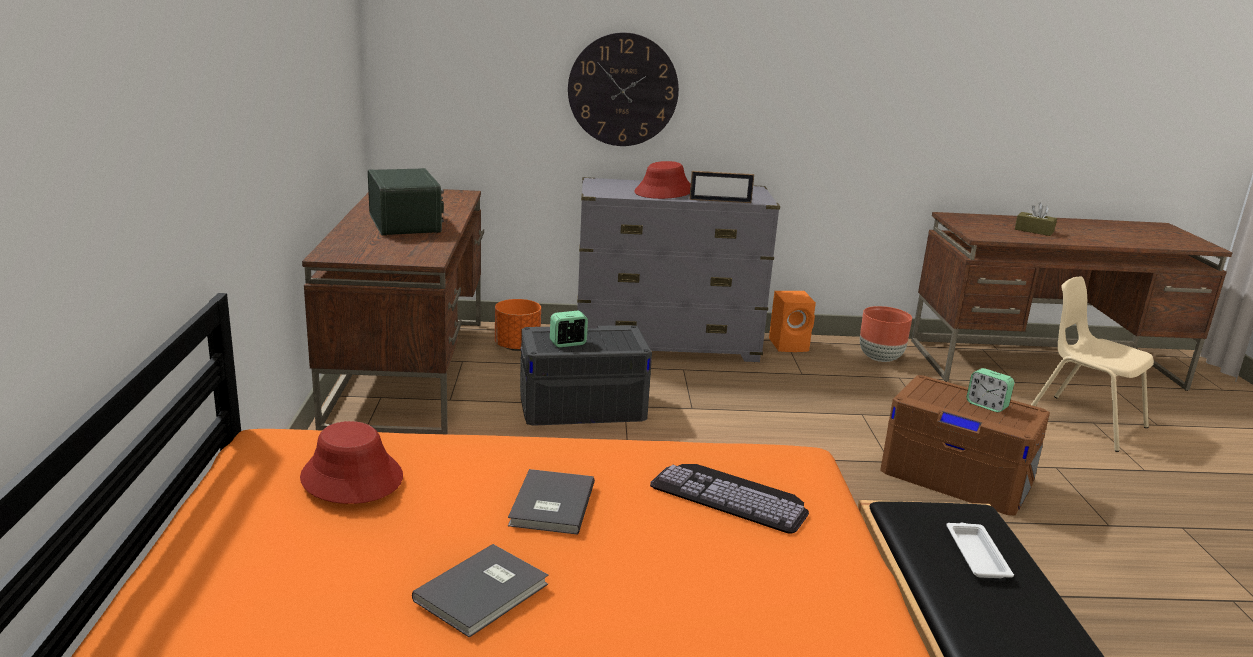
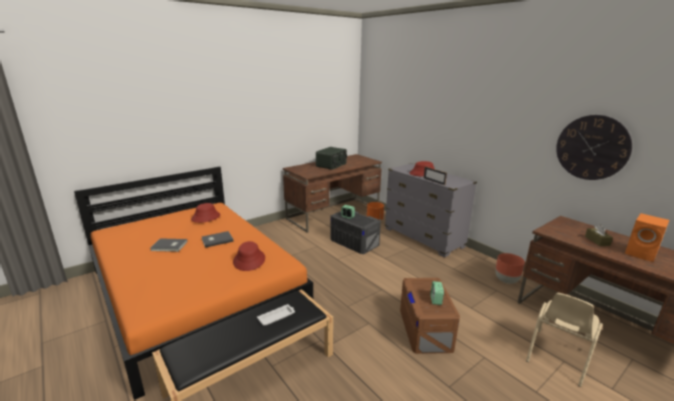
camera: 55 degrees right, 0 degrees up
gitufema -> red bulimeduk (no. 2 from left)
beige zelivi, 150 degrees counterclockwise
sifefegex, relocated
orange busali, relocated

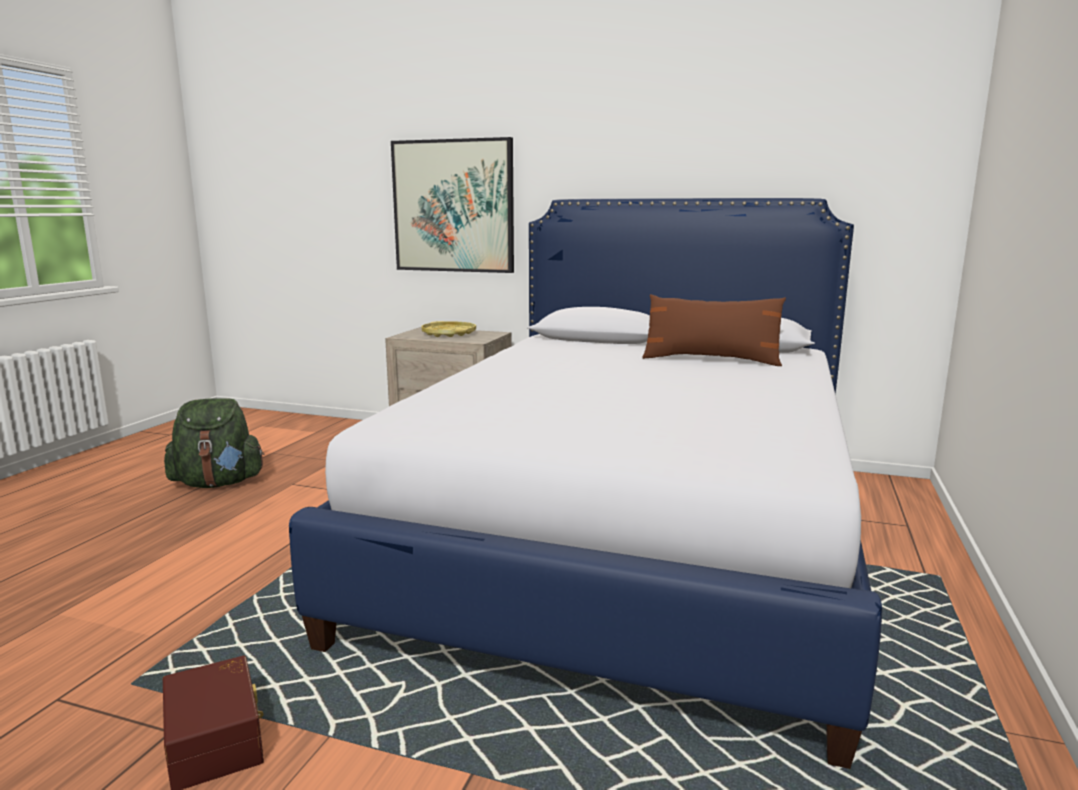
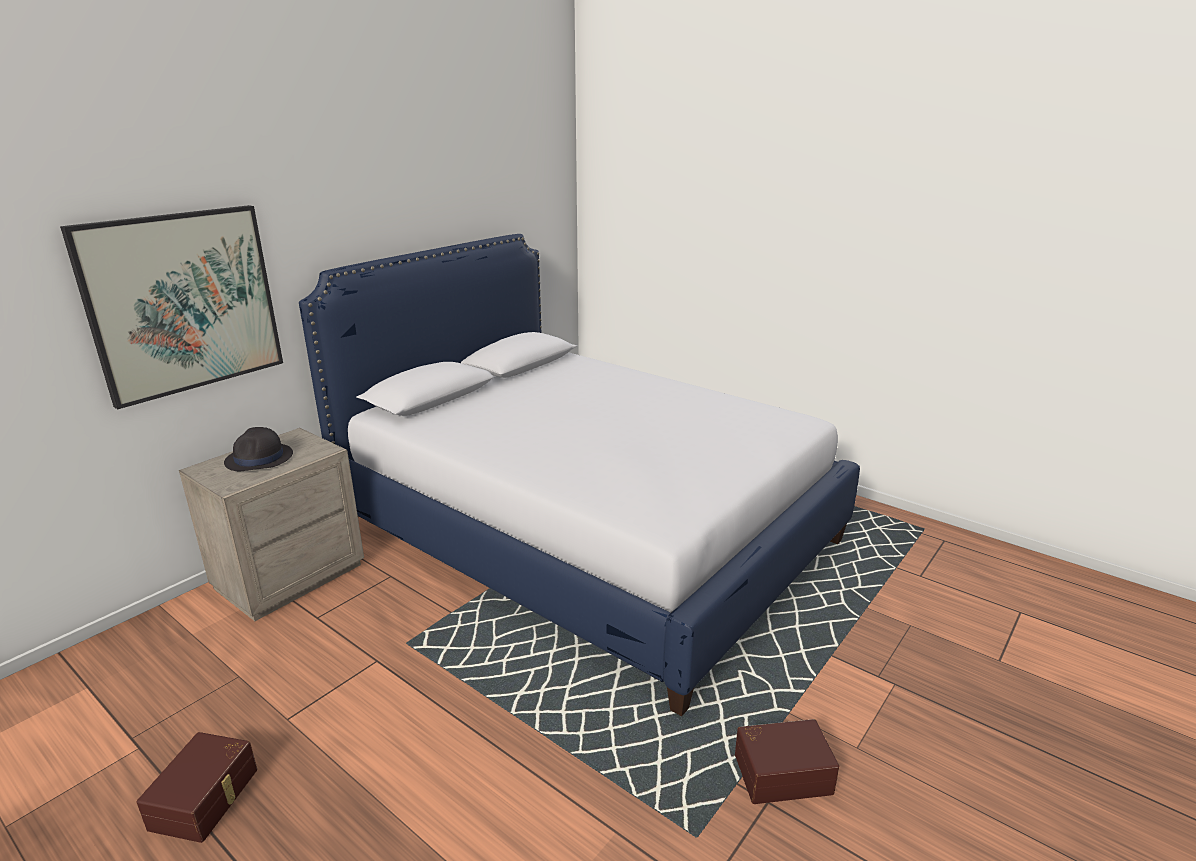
camera: 70 degrees left, 10 degrees up
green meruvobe -> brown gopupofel (no. 1 from left)
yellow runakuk -> black bulimeduk
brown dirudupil -> none

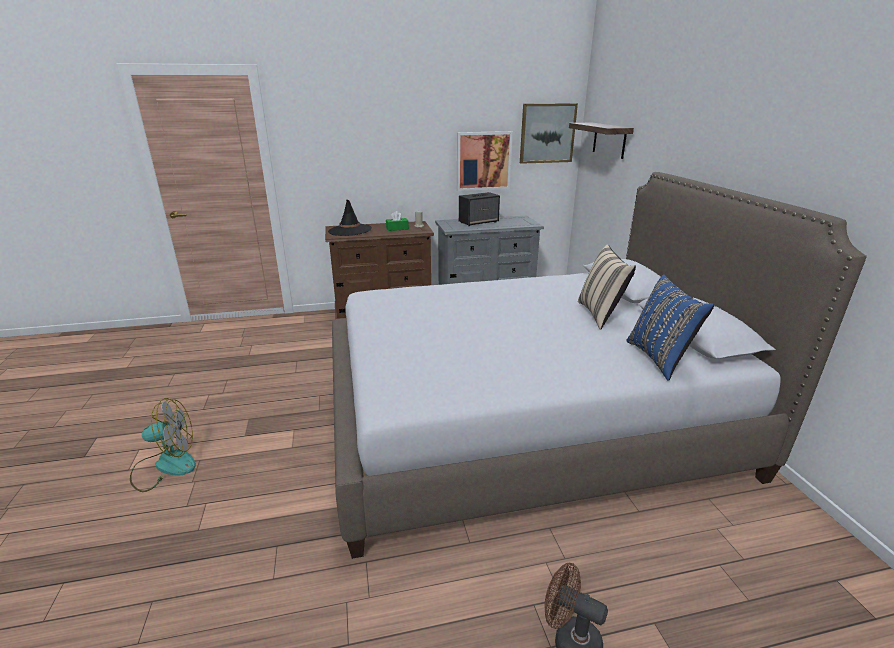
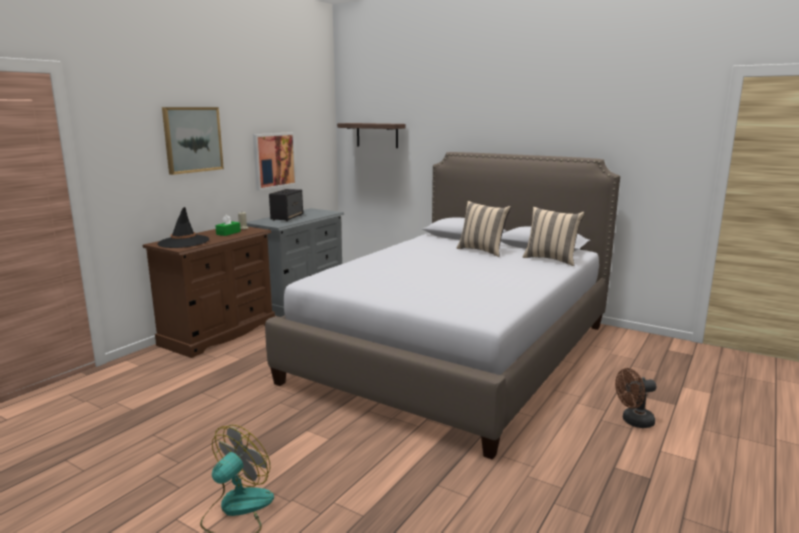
camera: 45 degrees left, 10 degrees down
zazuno (no. 2 from left in the first image) -> zazuno (no. 1 from left), relocated
blue dirudupil -> beige dirudupil (no. 2 from left)

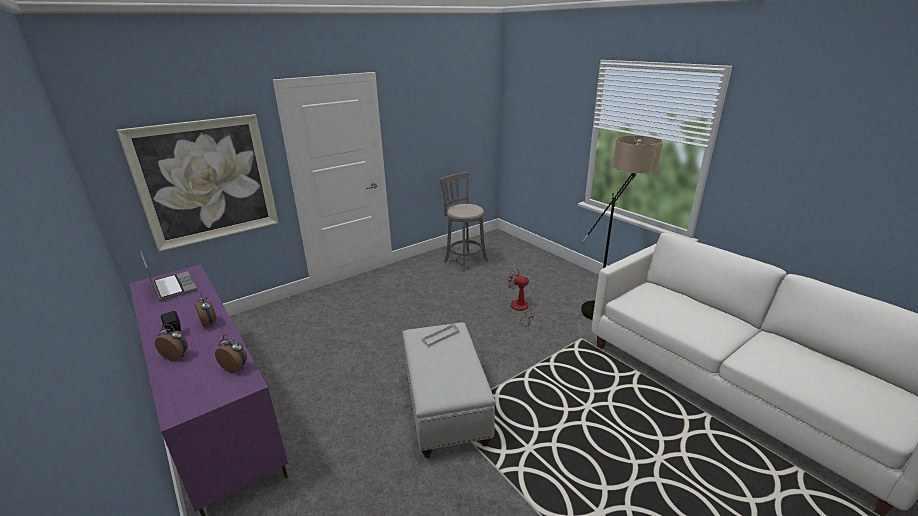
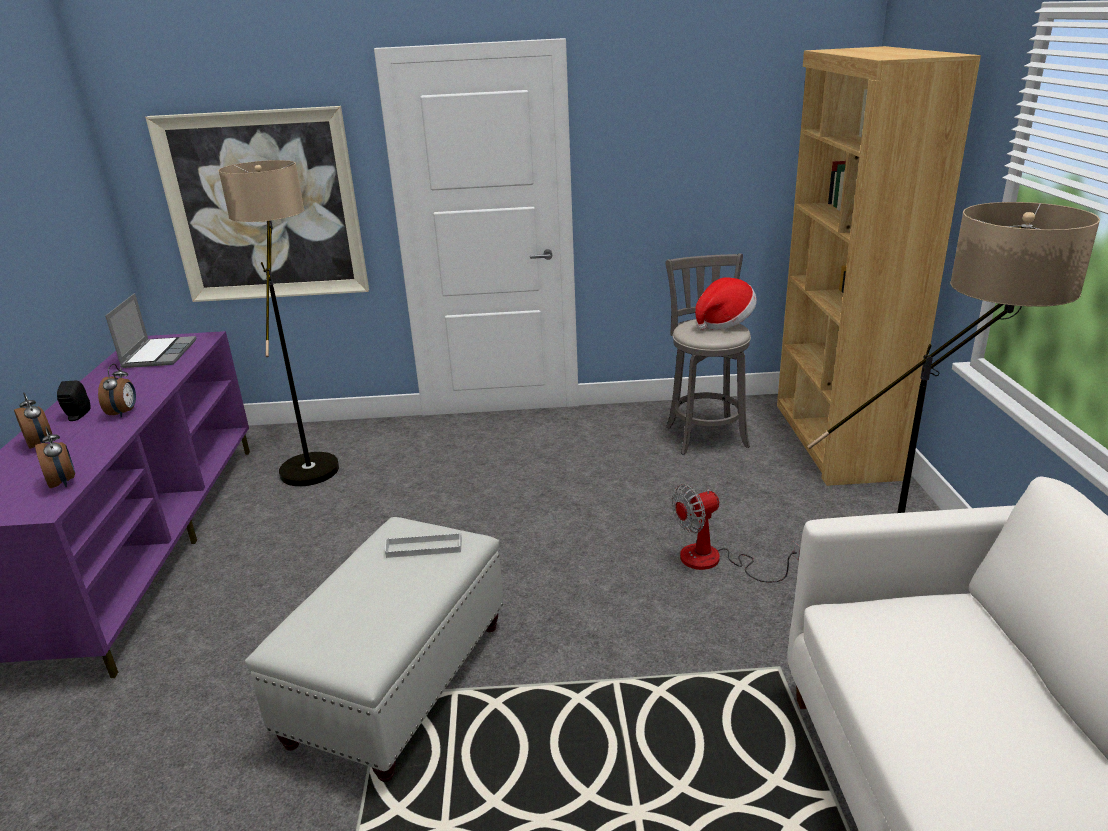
camera: 35 degrees right, 0 degrees up
none -> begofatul (no. 1 from left)
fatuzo, 90 degrees counterclockwise
none -> bulimeduk
none -> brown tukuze

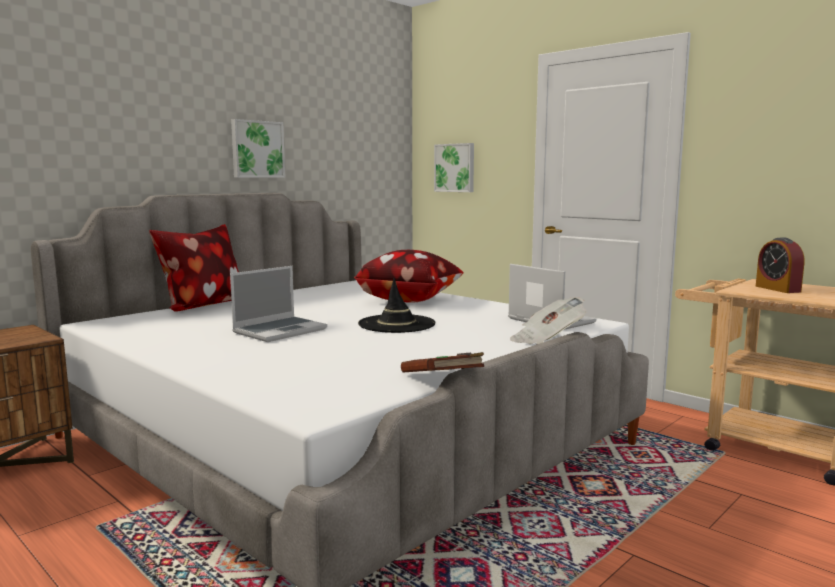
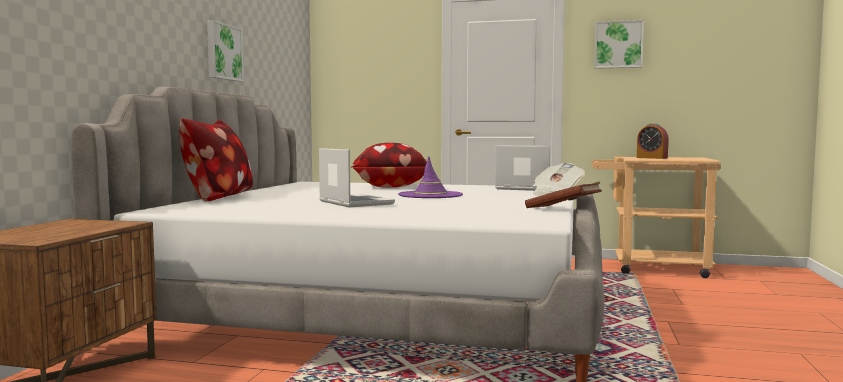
camera: 30 degrees left, 5 degrees down
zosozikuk (no. 1 from left), 45 degrees counterclockwise
black bulimeduk -> purple bulimeduk
zazuno (no. 2 from left), relocated

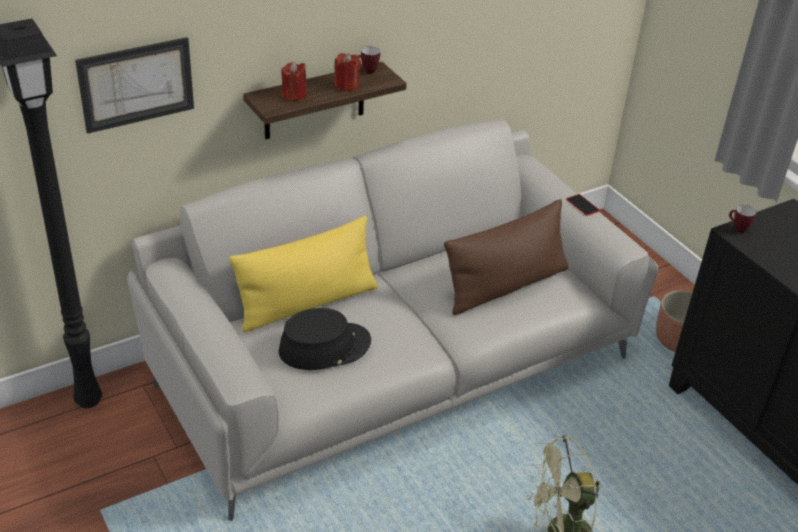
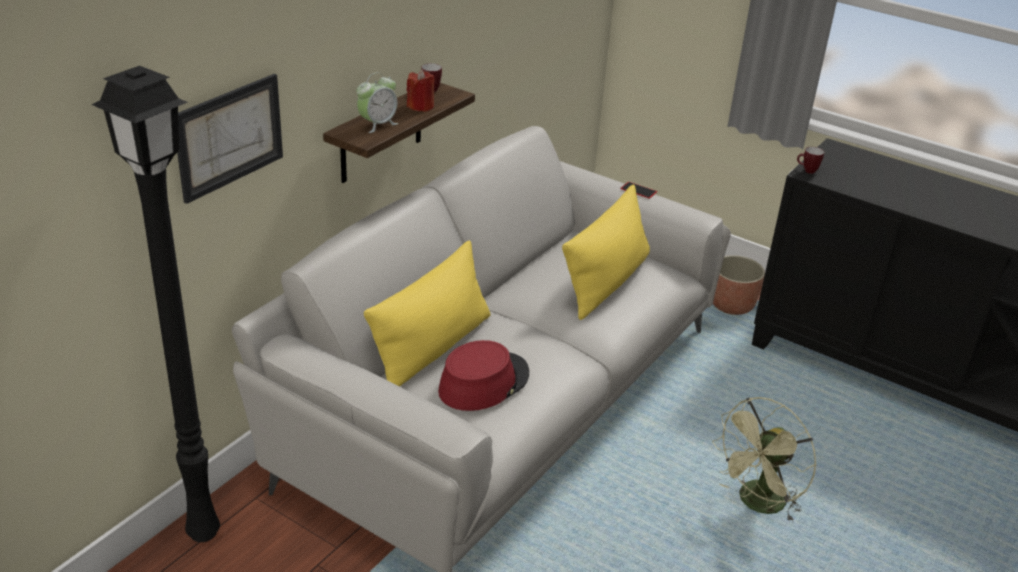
camera: 25 degrees left, 5 degrees down
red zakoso (no. 1 from left) -> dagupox
black bulimeduk -> red bulimeduk
brown dirudupil -> yellow dirudupil (no. 2 from left)

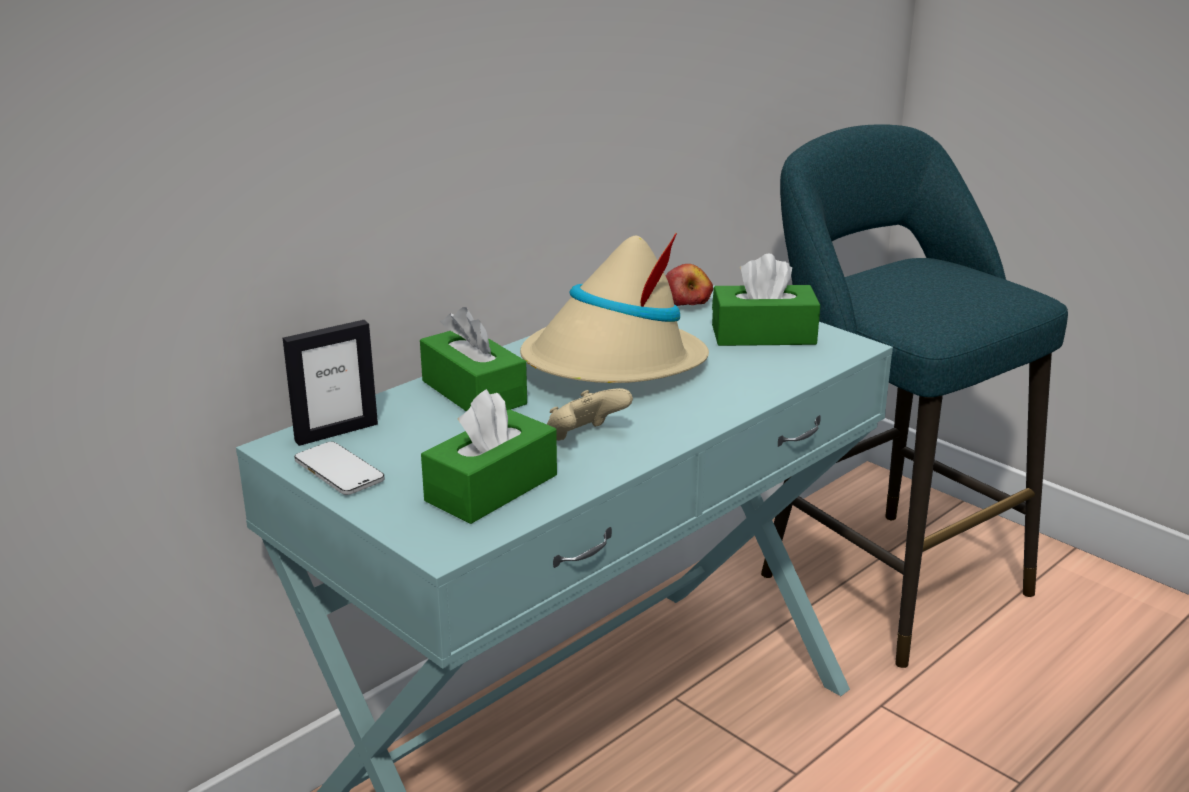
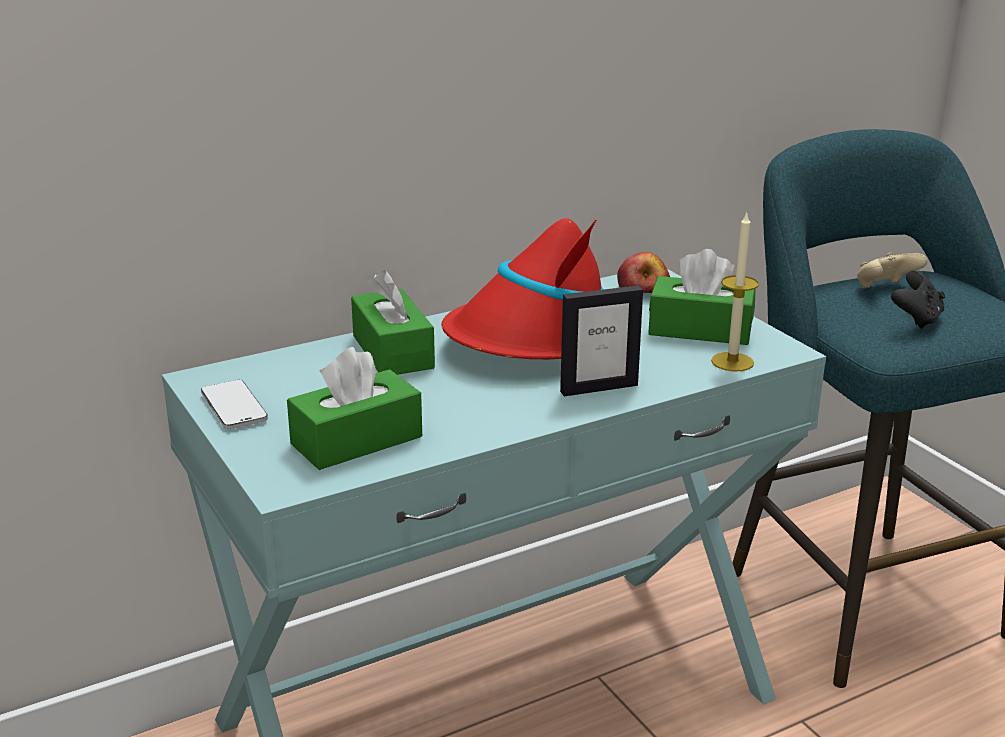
camera: 15 degrees right, 0 degrees up
beige bulimeduk -> red bulimeduk
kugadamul, relocated
none -> zakoso
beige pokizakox, relocated
none -> black pokizakox

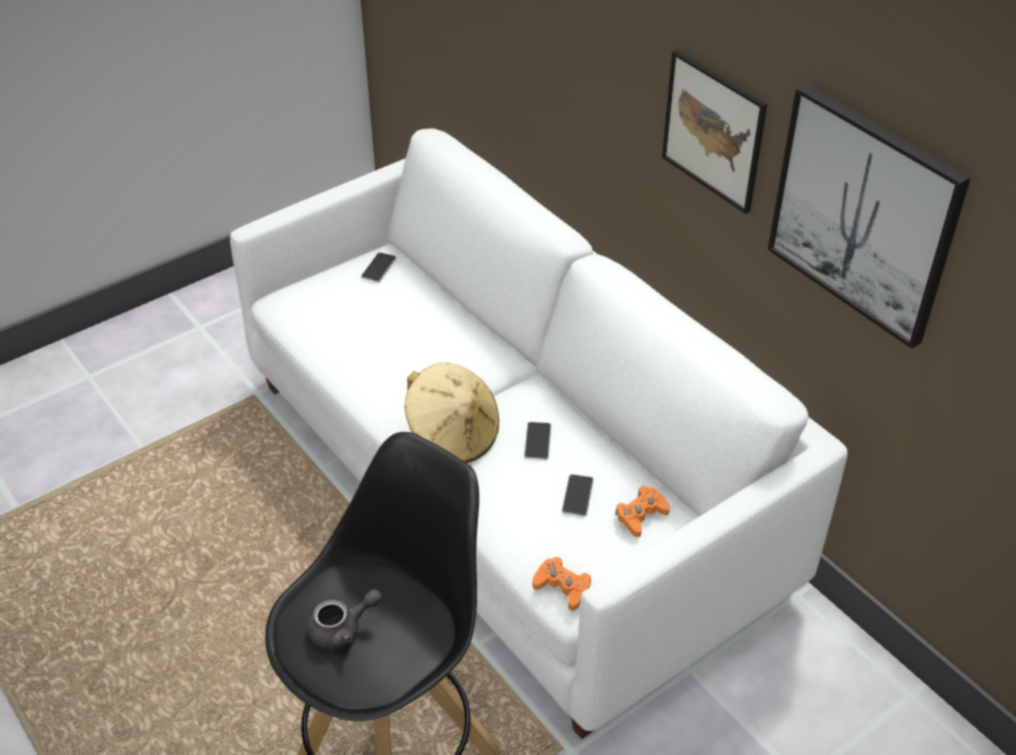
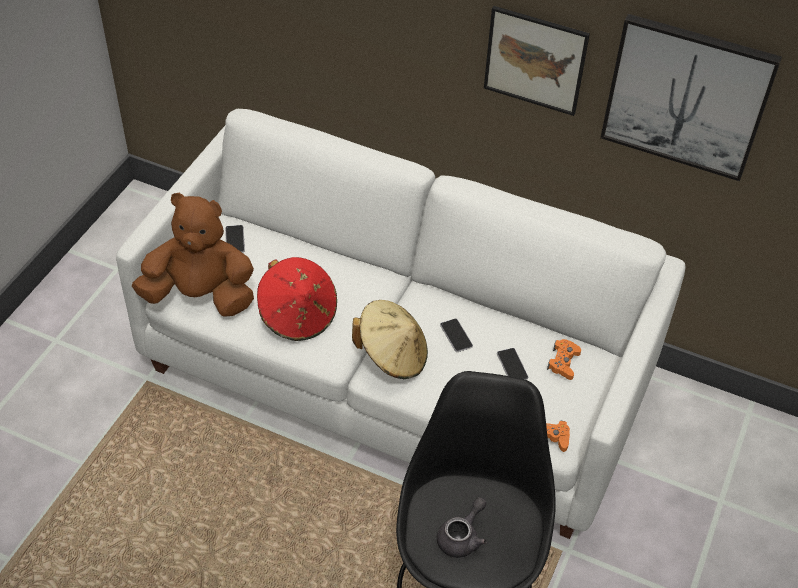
camera: 30 degrees left, 5 degrees up
none -> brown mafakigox
none -> red bulimeduk

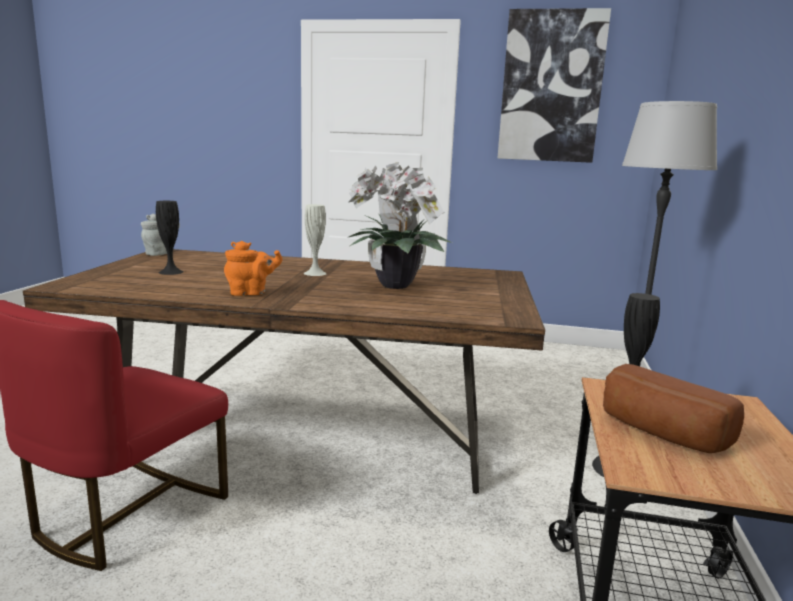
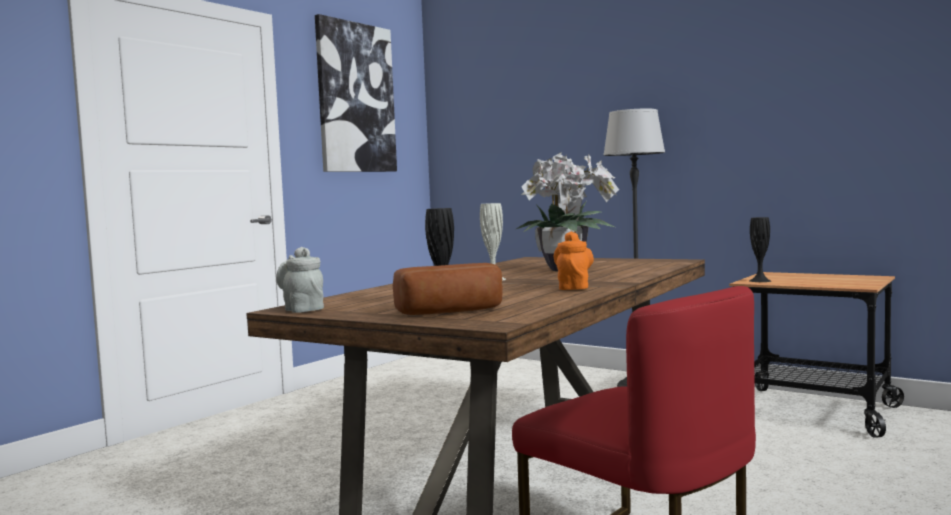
camera: 65 degrees left, 10 degrees down
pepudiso, relocated

